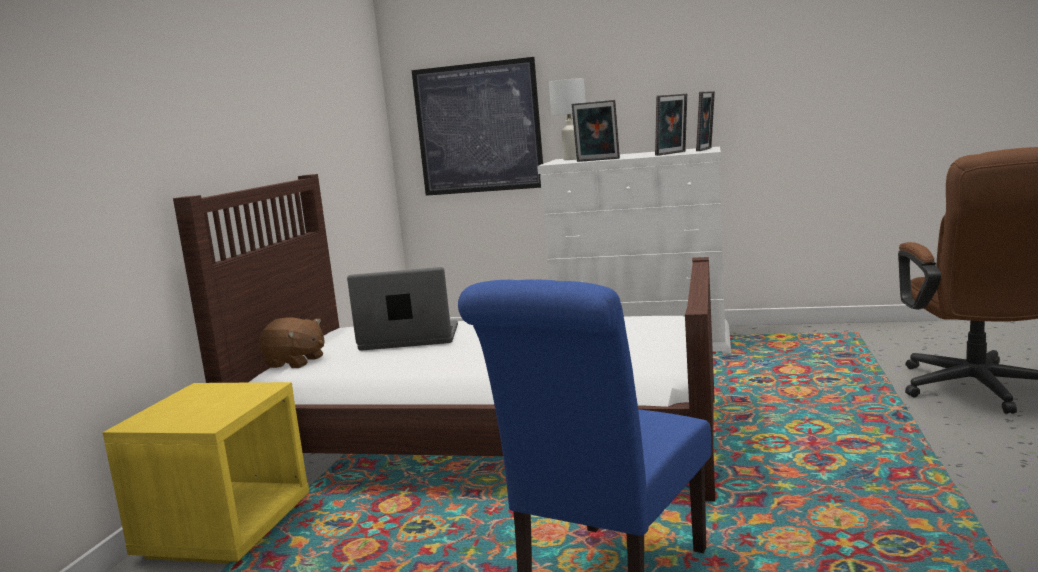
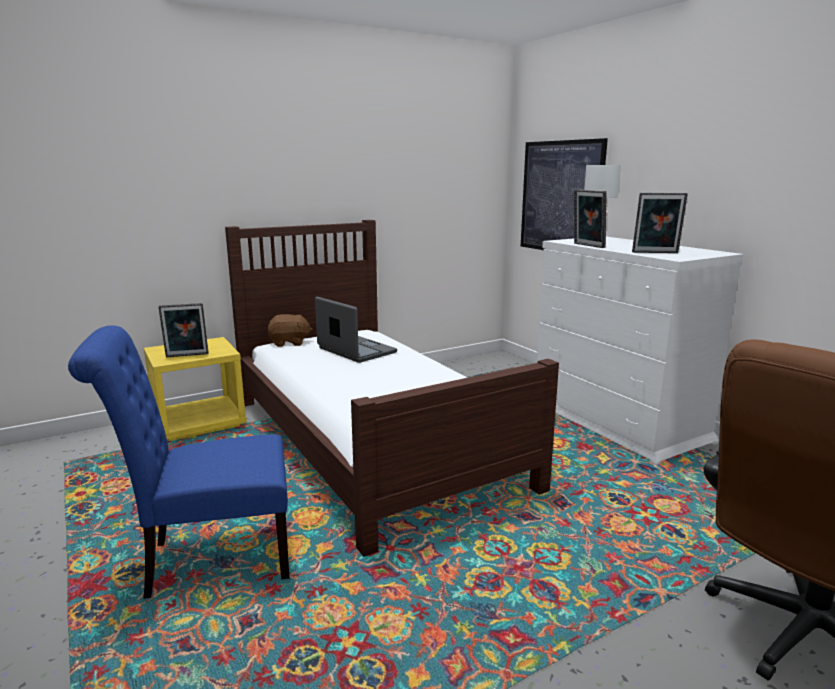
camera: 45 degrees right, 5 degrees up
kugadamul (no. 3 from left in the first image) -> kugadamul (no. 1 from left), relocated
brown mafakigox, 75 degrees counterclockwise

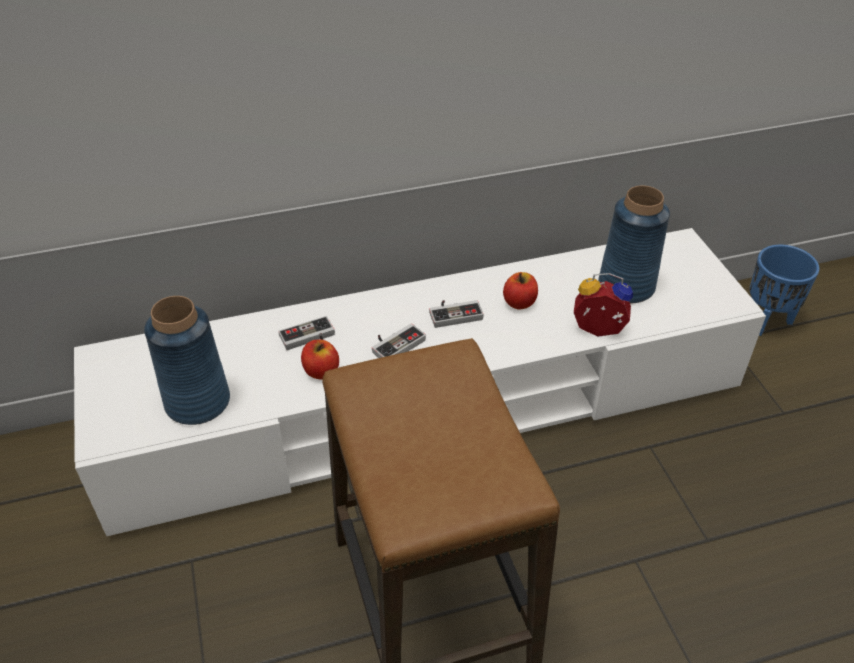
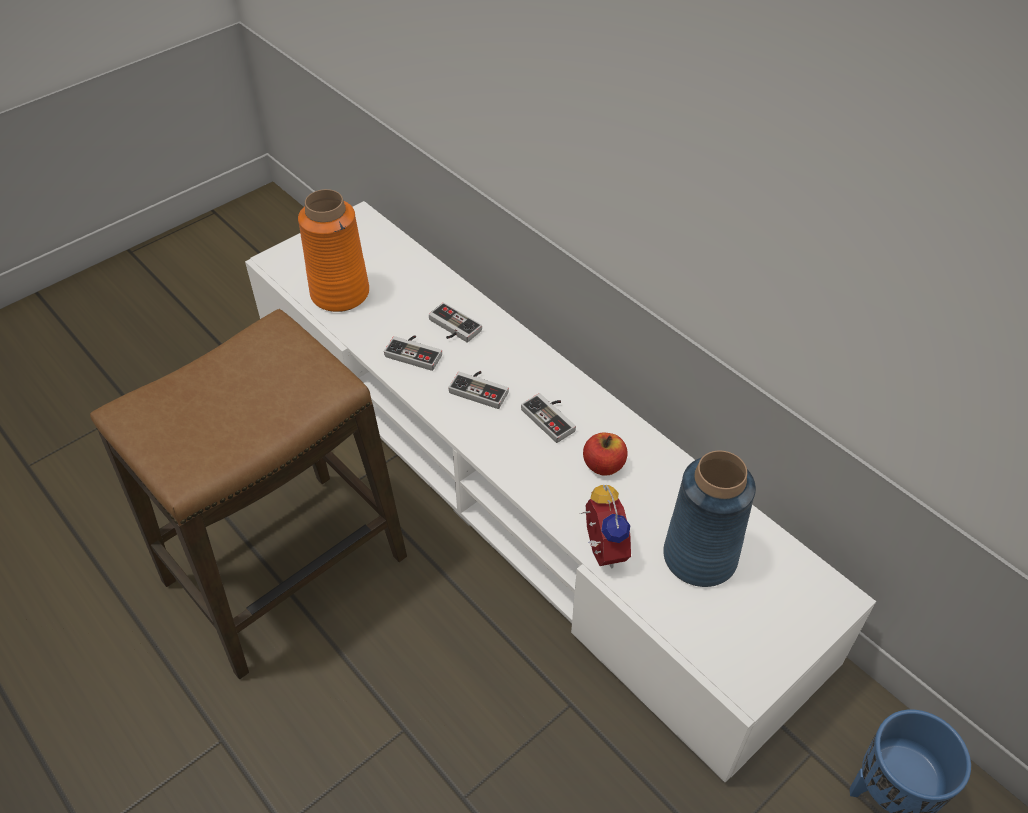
camera: 65 degrees right, 5 degrees up
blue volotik (no. 1 from left) -> orange volotik
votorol (no. 1 from left) -> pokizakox (no. 1 from left)

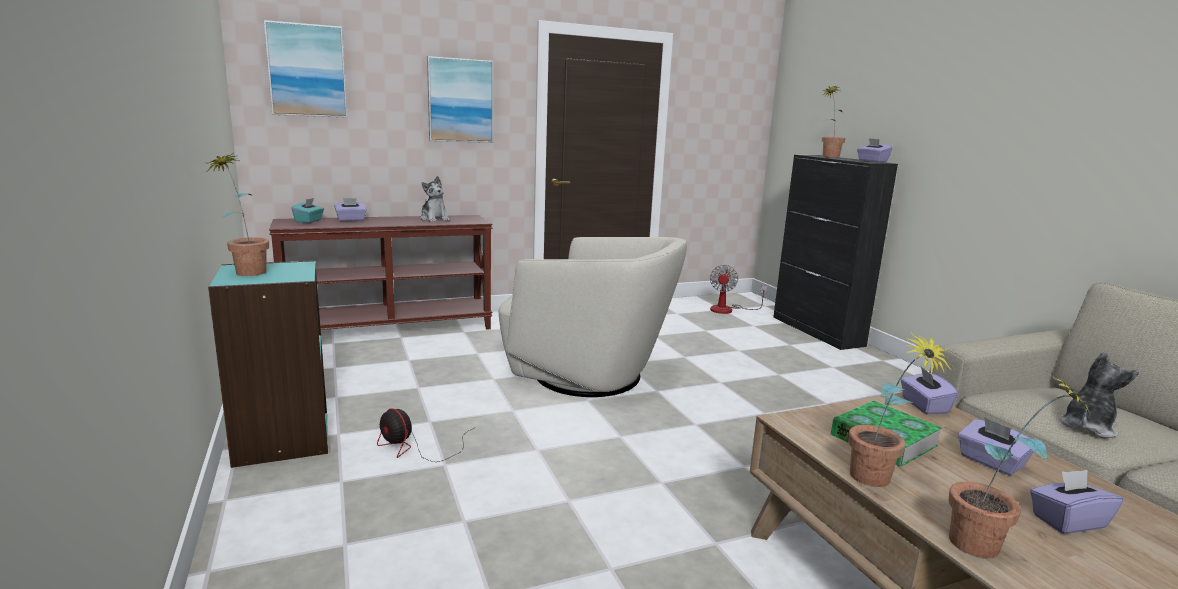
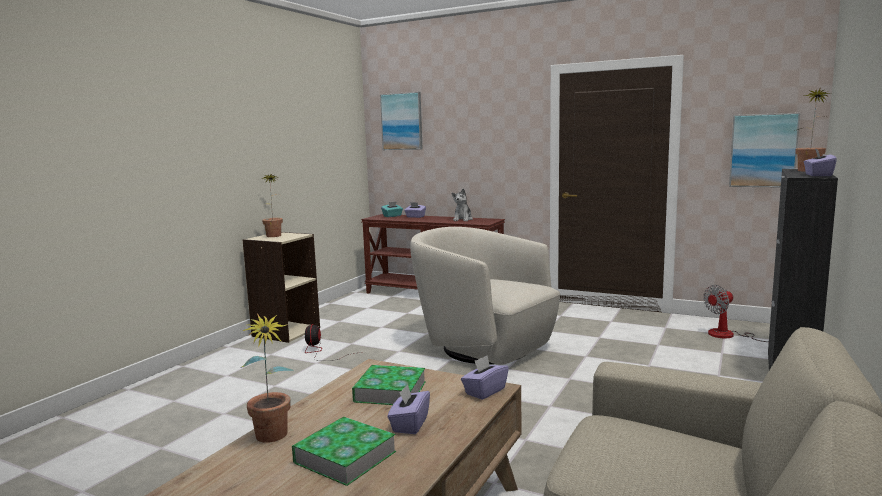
camera: 50 degrees right, 5 degrees down
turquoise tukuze -> beige tukuze
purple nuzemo (no. 5 from left) -> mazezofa (no. 1 from left)
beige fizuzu, 150 degrees clockwise
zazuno (no. 2 from left), relocated
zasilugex (no. 3 from left) -> none
mafakigox (no. 2 from left) -> none

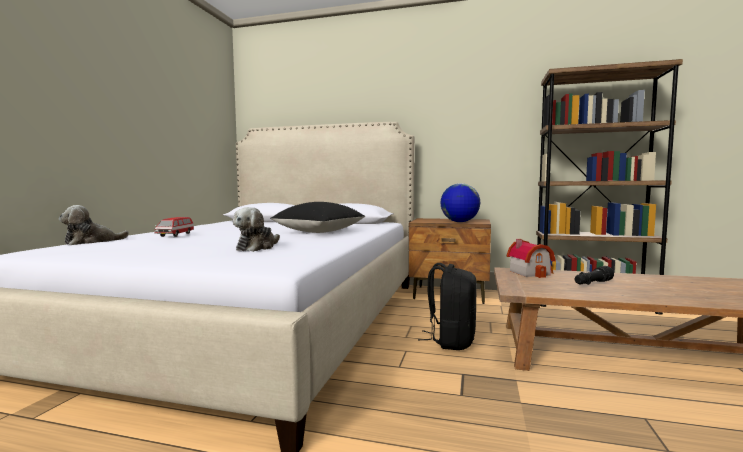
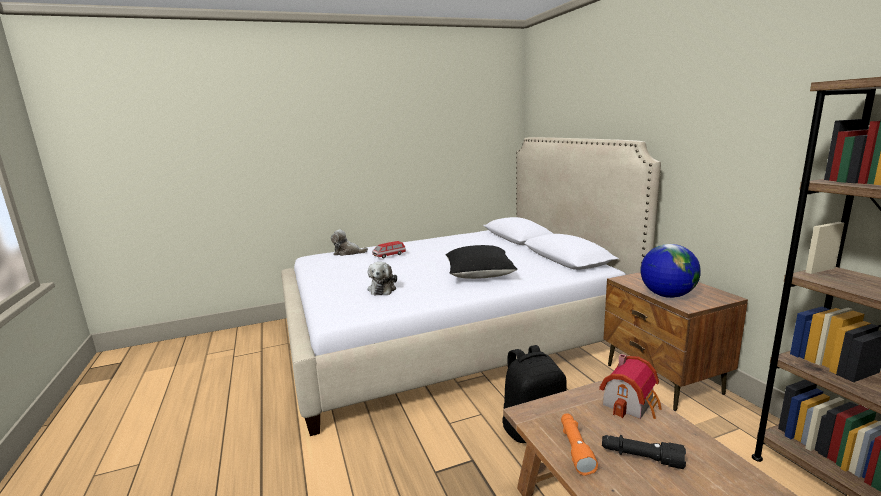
camera: 55 degrees right, 10 degrees up
mafakigox (no. 2 from left), 75 degrees counterclockwise
none -> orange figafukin

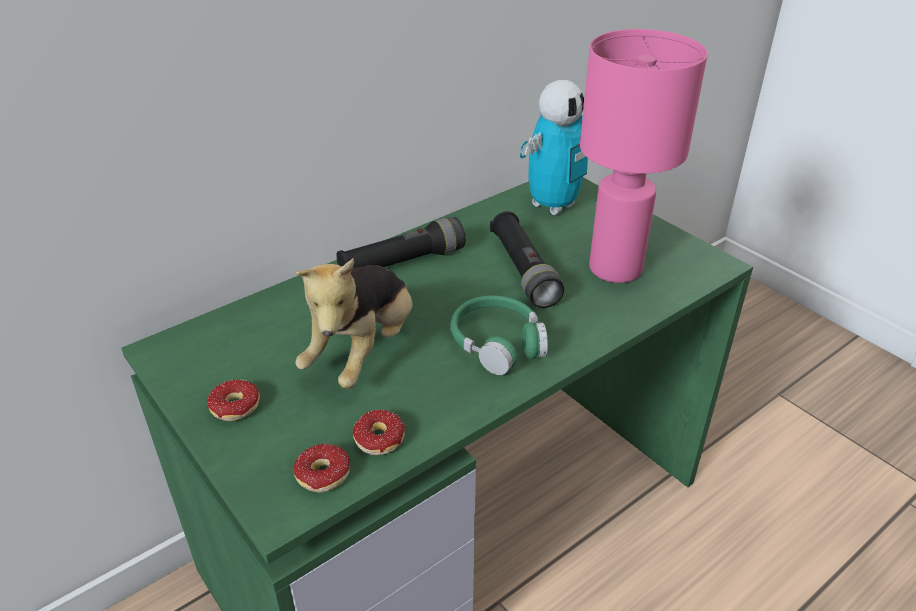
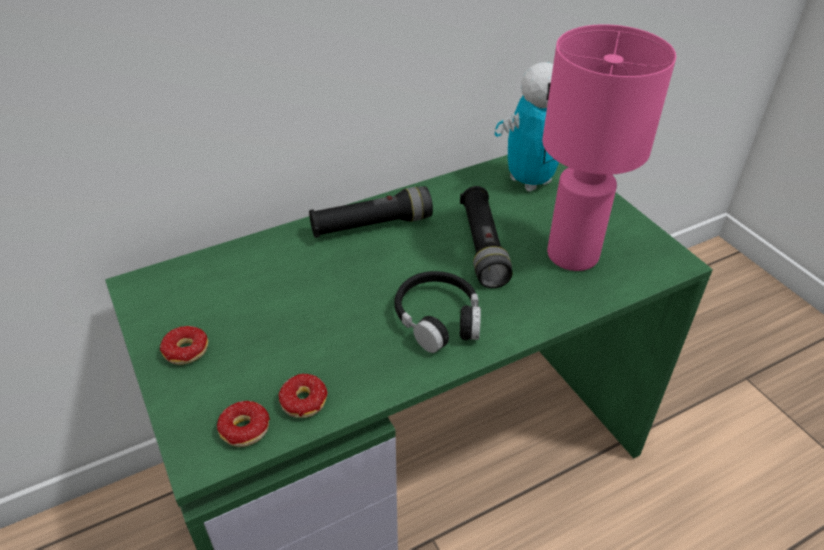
camera: 10 degrees right, 5 degrees up
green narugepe -> black narugepe
mafakigox -> none

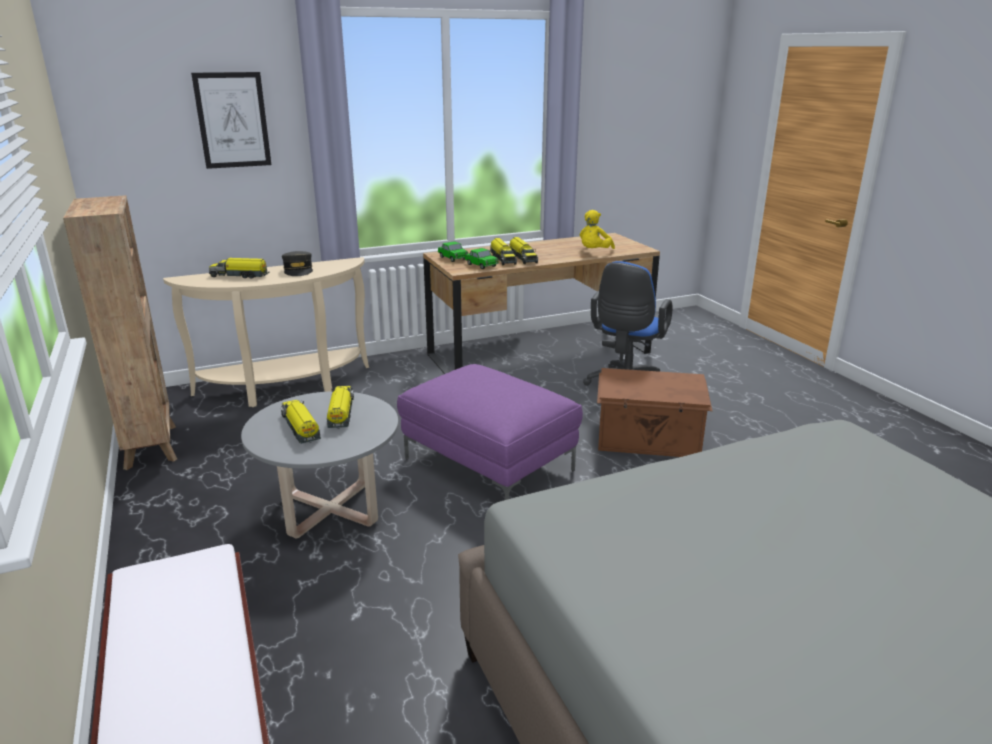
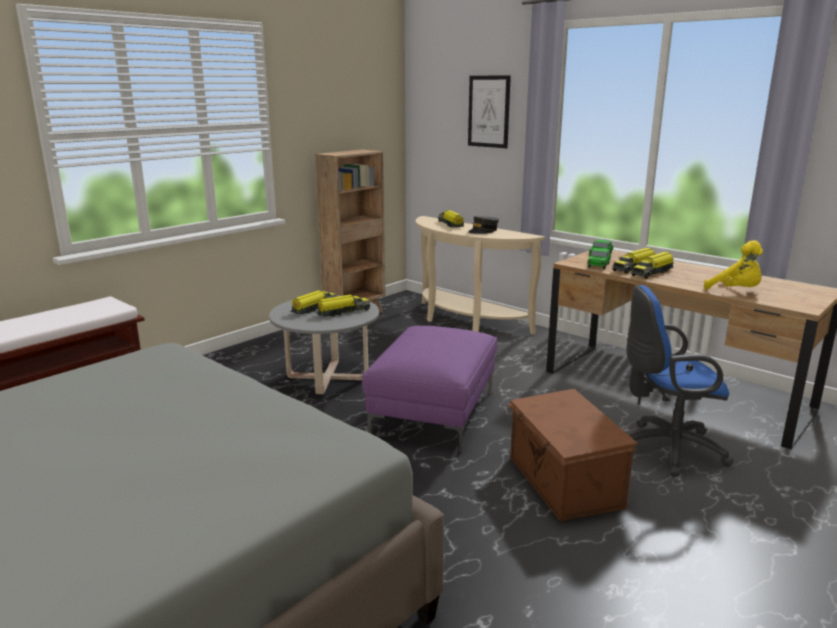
camera: 65 degrees right, 5 degrees down
yellow mafakigox, 135 degrees counterclockwise

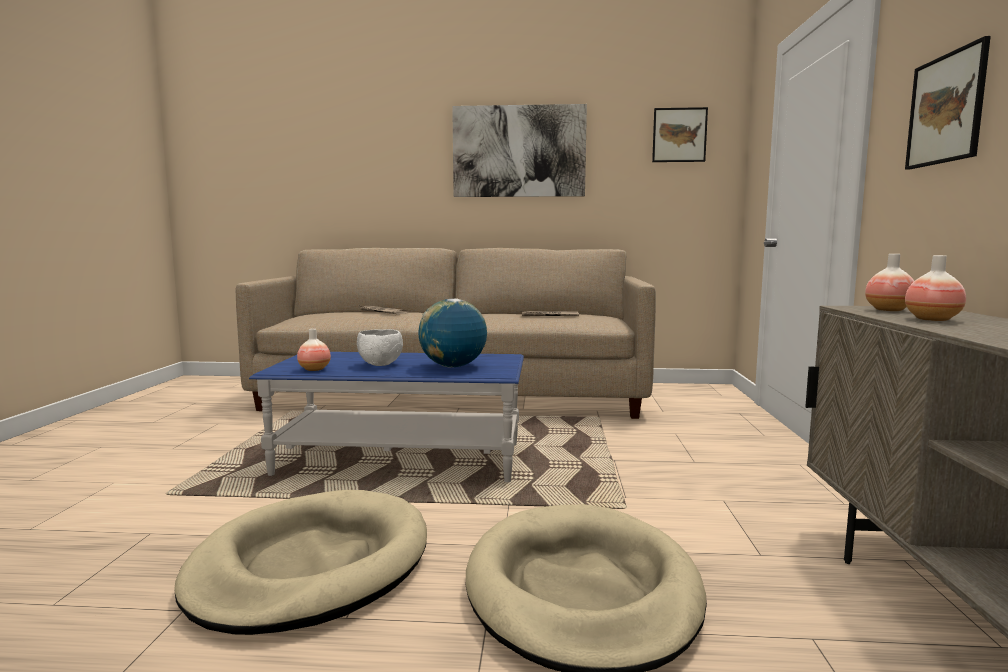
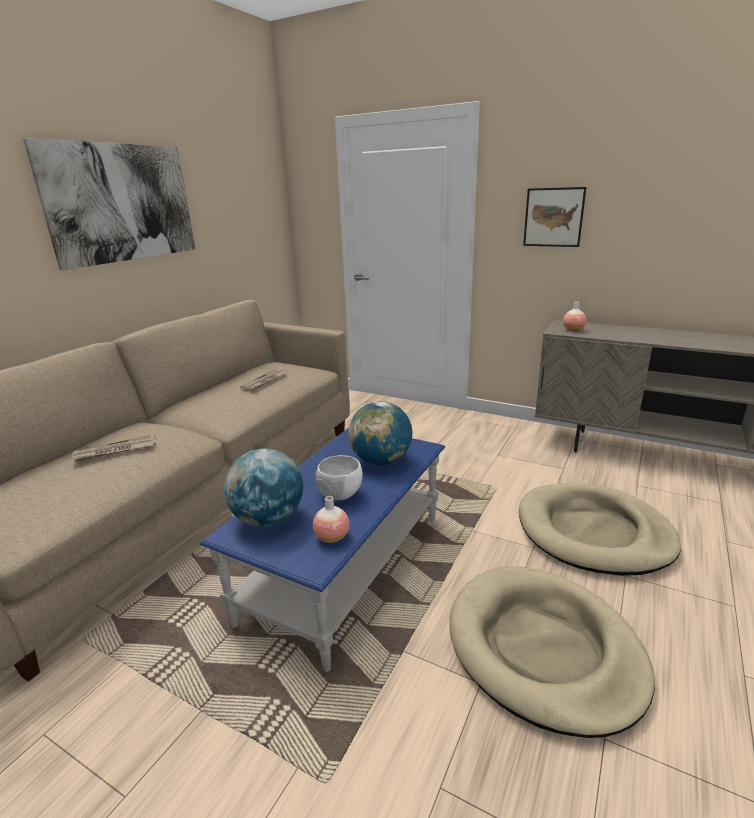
camera: 65 degrees left, 15 degrees up
none -> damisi (no. 1 from left)
zazuno (no. 2 from left) -> none
volotik (no. 3 from left) -> none

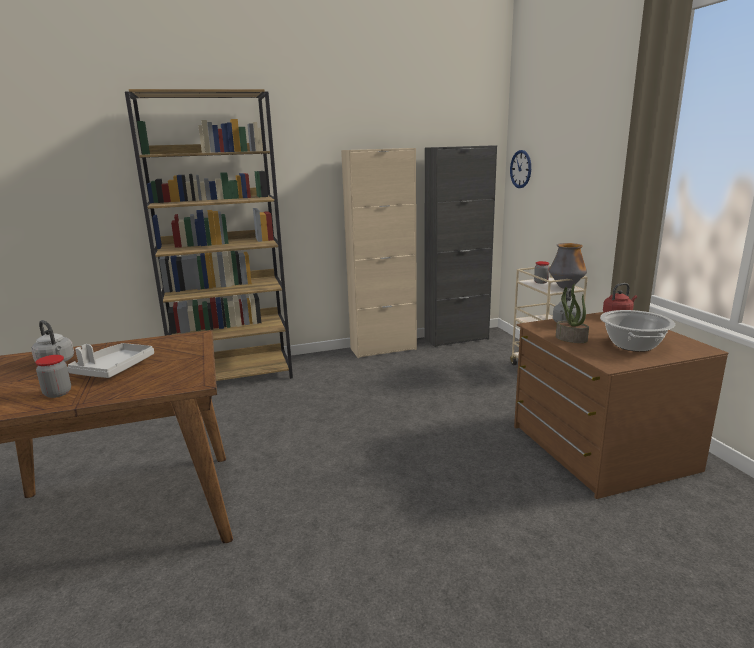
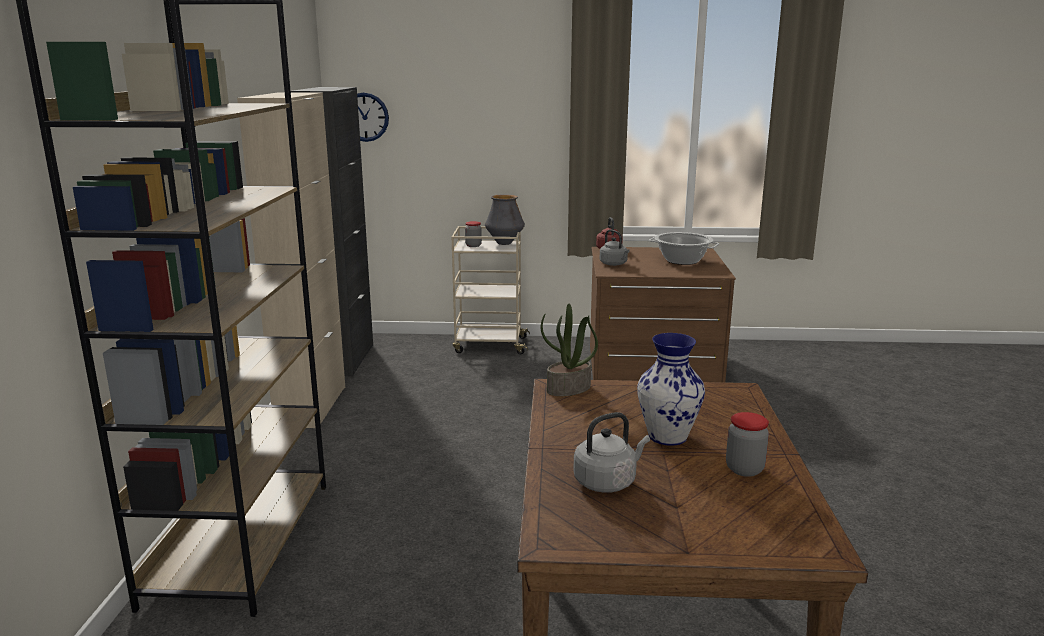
camera: 70 degrees left, 0 degrees up
zasilugex, relocated
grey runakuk -> volotik (no. 2 from left)

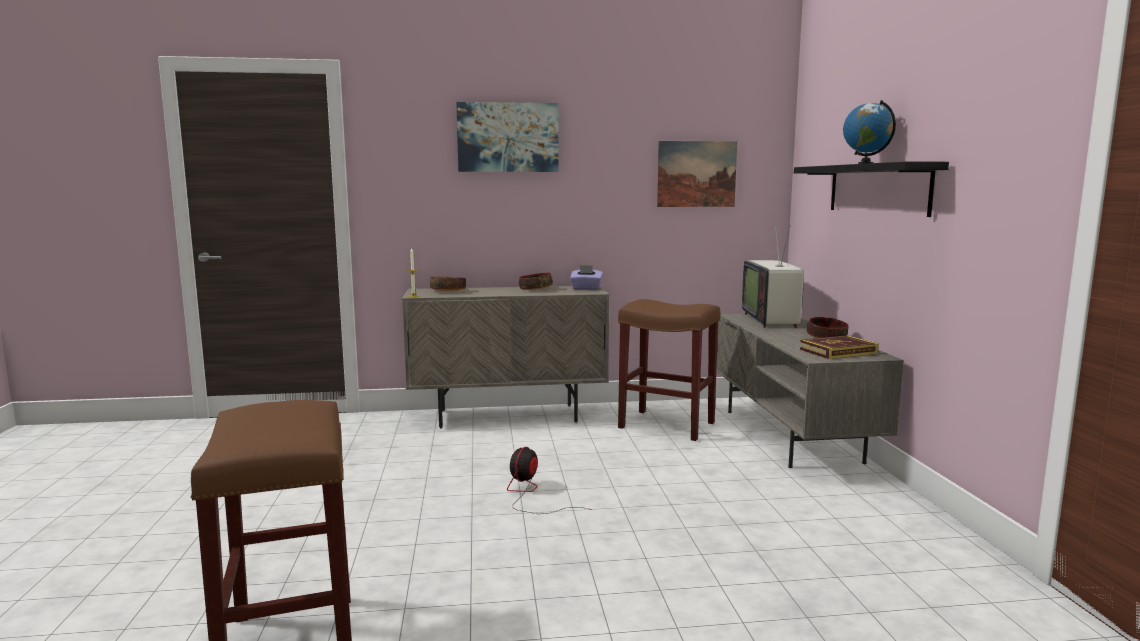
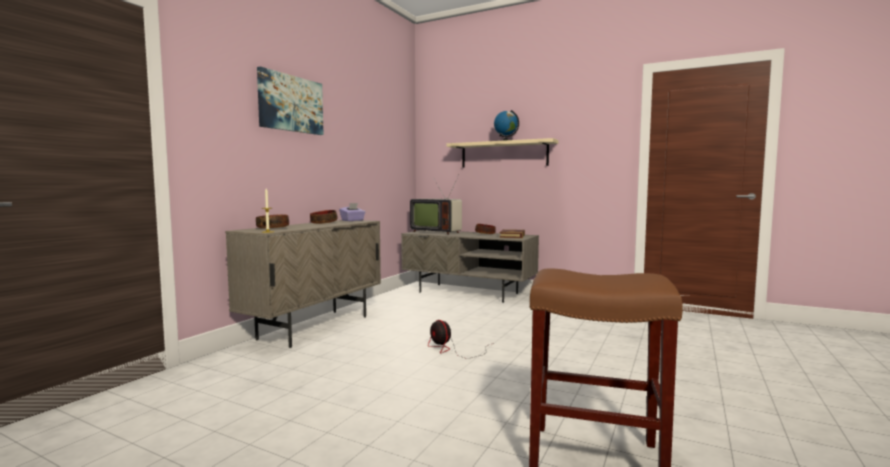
camera: 55 degrees left, 5 degrees down
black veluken -> beige veluken
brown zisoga (no. 2 from left) -> none
zazuno (no. 2 from left) -> none

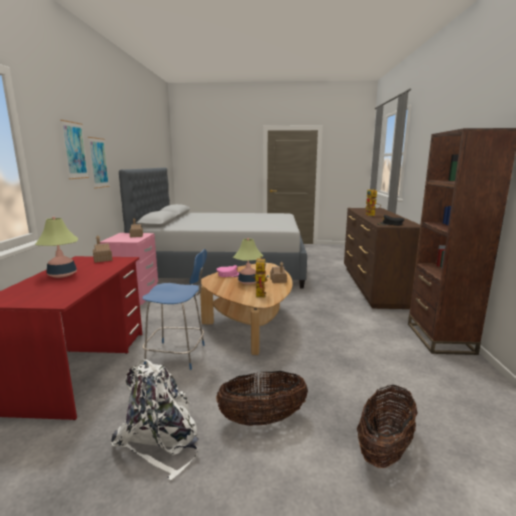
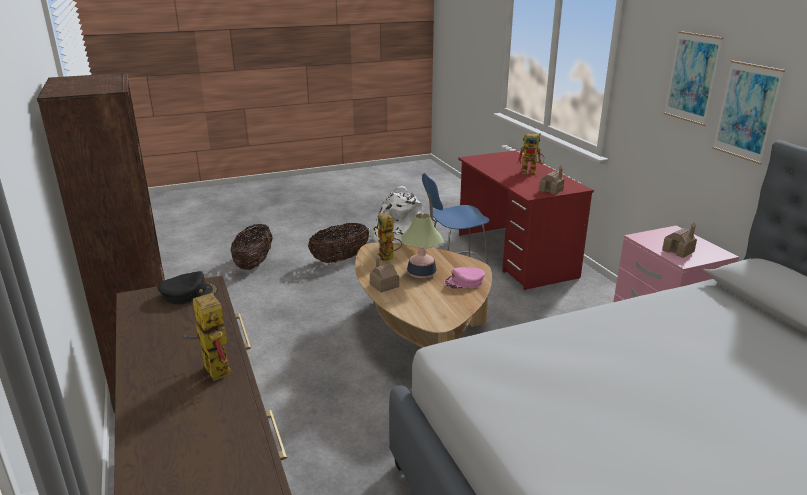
camera: 155 degrees right, 10 degrees up
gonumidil (no. 1 from left) -> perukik (no. 3 from left)

